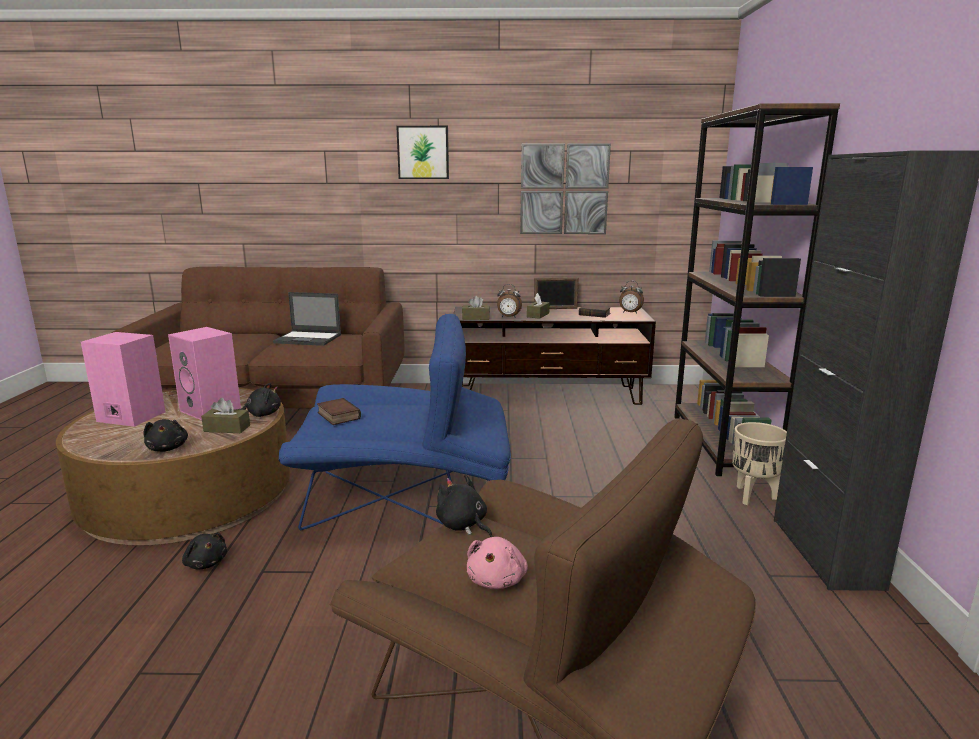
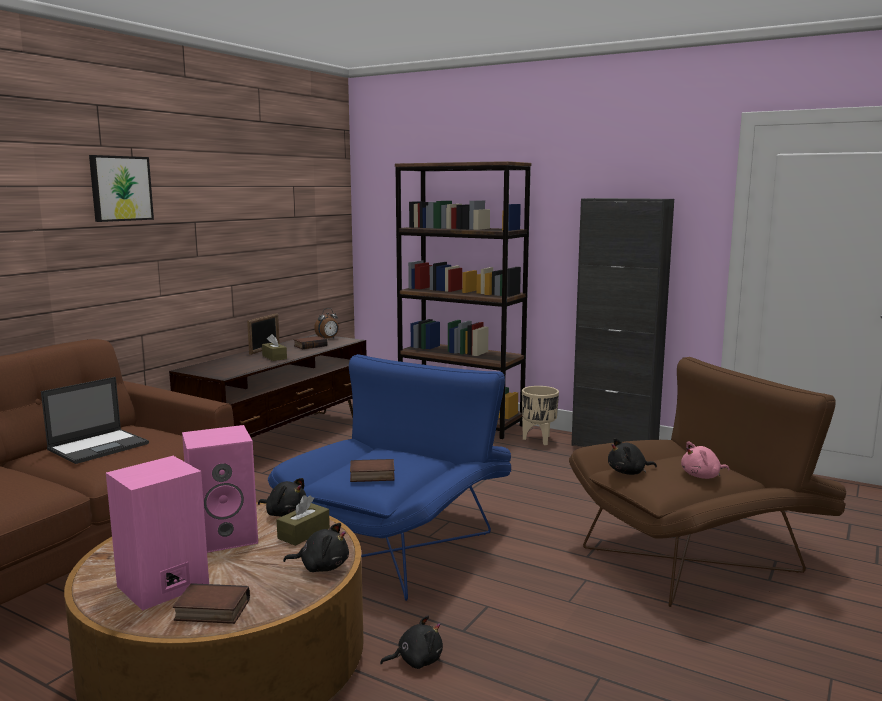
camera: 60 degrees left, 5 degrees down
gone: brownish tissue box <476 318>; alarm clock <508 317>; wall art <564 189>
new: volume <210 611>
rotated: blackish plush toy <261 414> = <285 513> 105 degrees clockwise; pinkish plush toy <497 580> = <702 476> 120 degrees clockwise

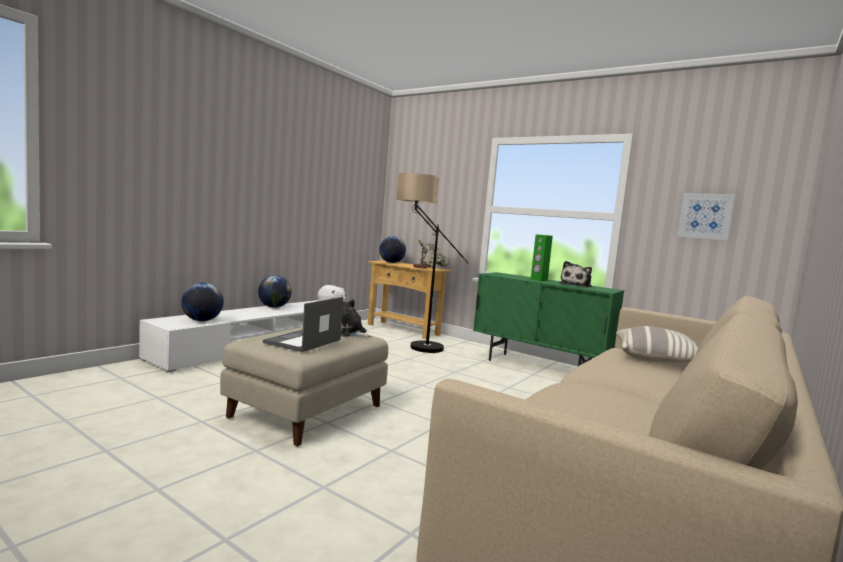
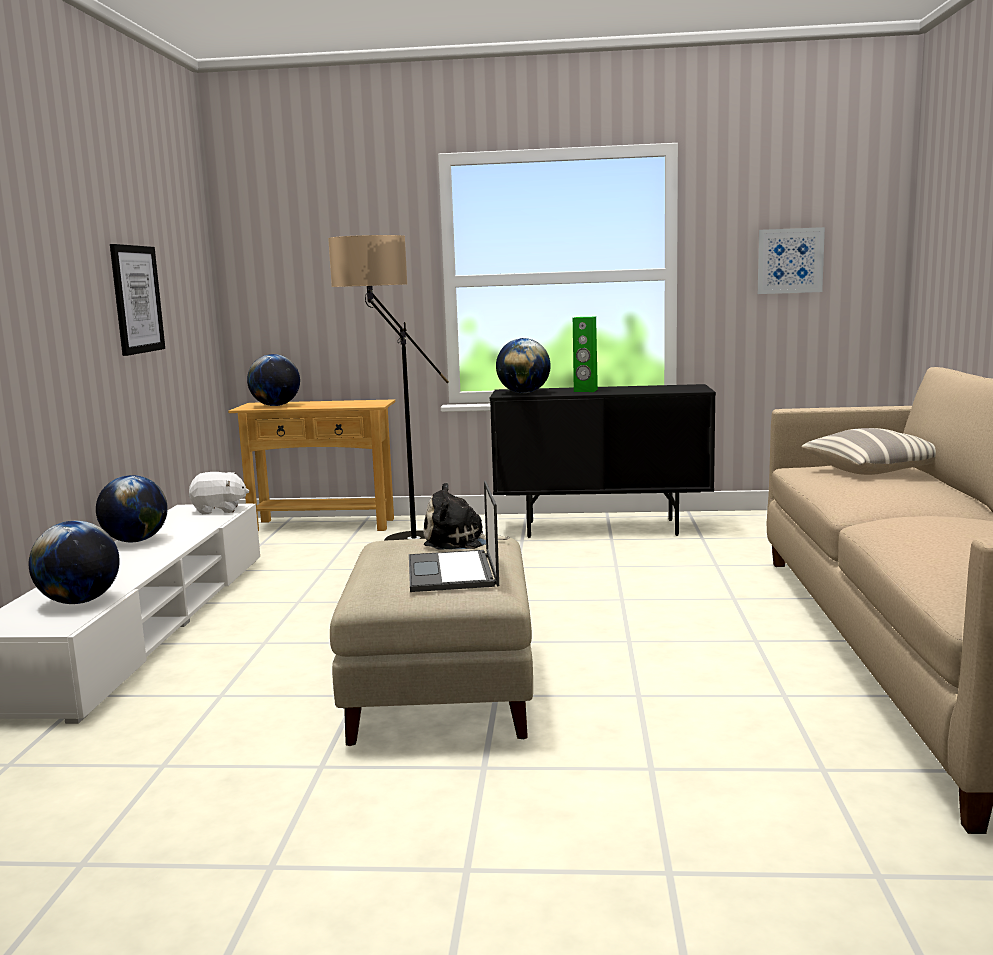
camera: 30 degrees left, 5 degrees up
gone: potted plant <430 268>; plush toy <576 285>
new: wall art <137 299>; globe <524 393>
repainted: greenish storage cabinet <538 368> to blackish storage cabinet <602 528>

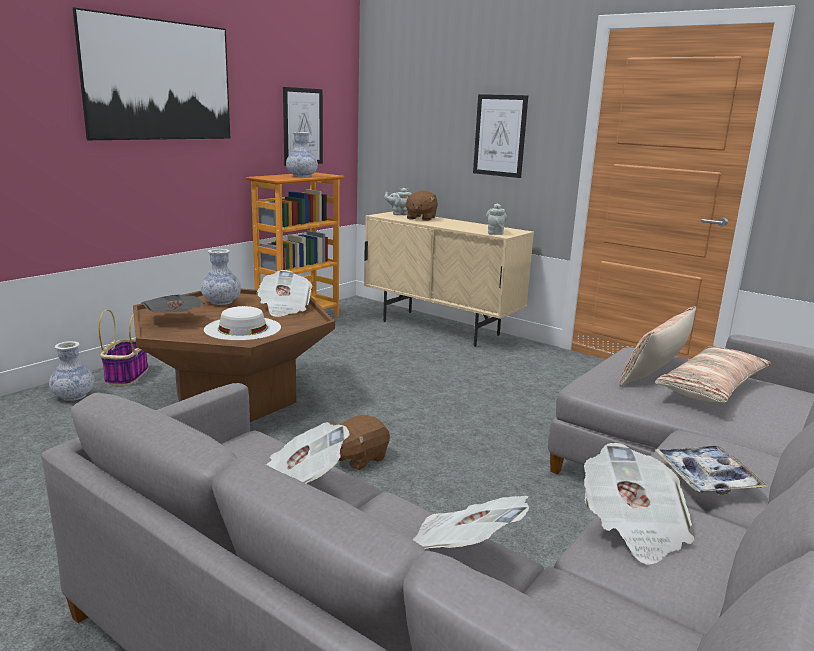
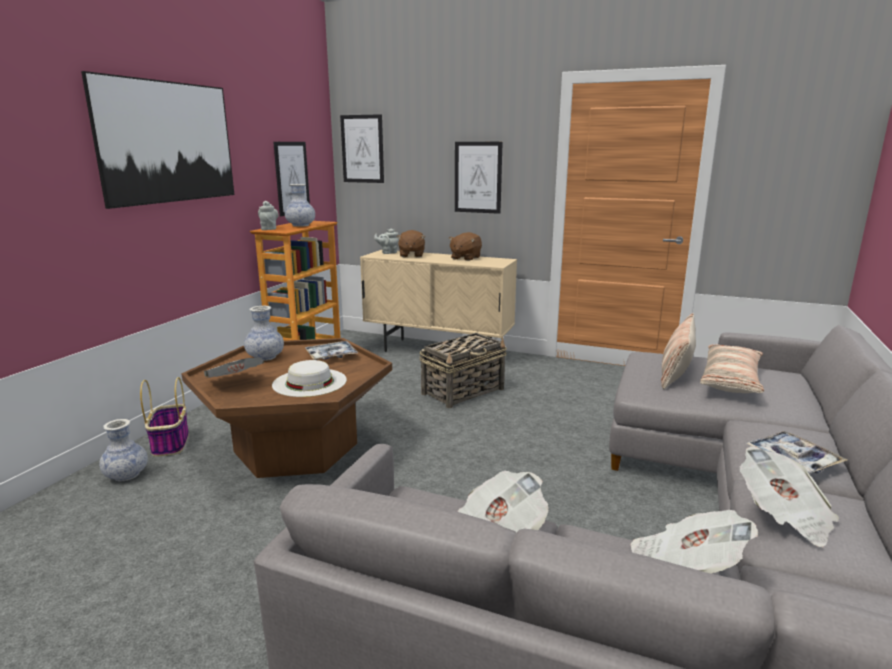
camera: 15 degrees left, 0 degrees up
new: wall art <362 149>; basket <463 391>
shifted: brownish plush toy <358 458> to <465 258>; greyish tea pot <495 233> to <269 229>
swapped: daily paper <284 308> to serving tray <331 356>

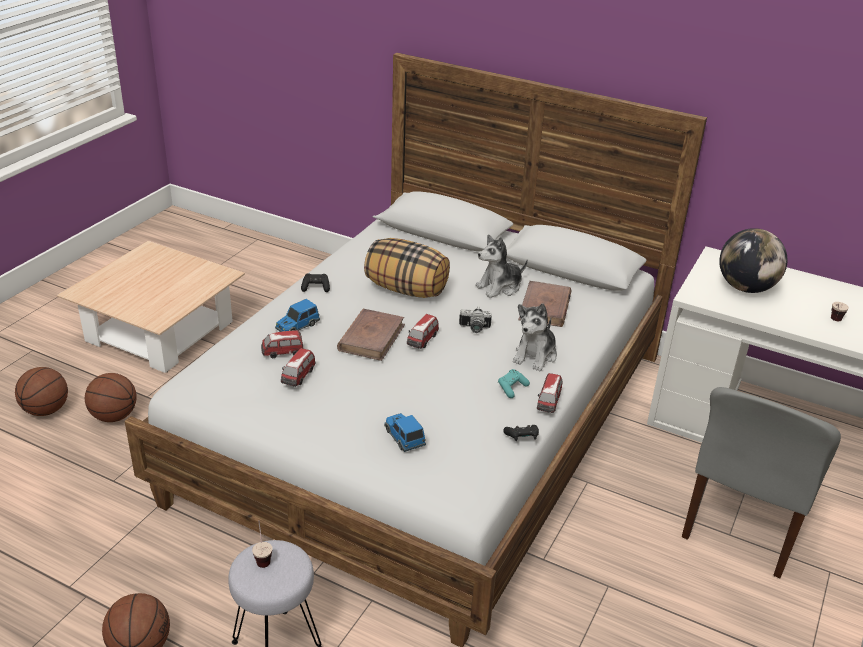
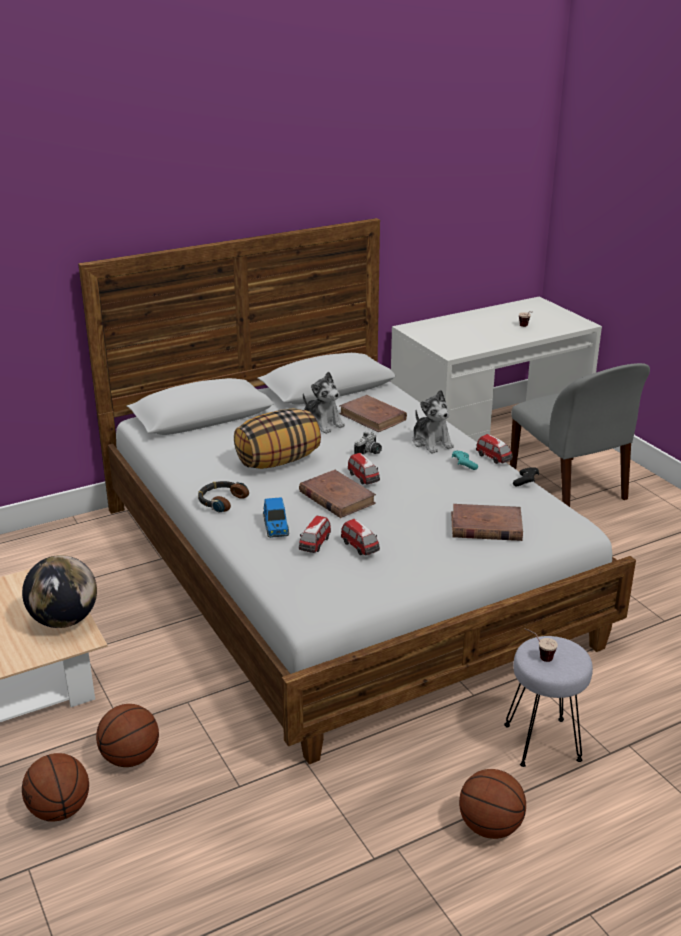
camera: 55 degrees left, 5 degrees down
shifted: globe <746 288> to <64 620>
swapped: blackish game controller <316 288> to pair of headphones <221 500>; toy car <404 437> to brownish volume <485 527>
rotated: plush toy <500 287> = <322 423> 45 degrees counterclockwise

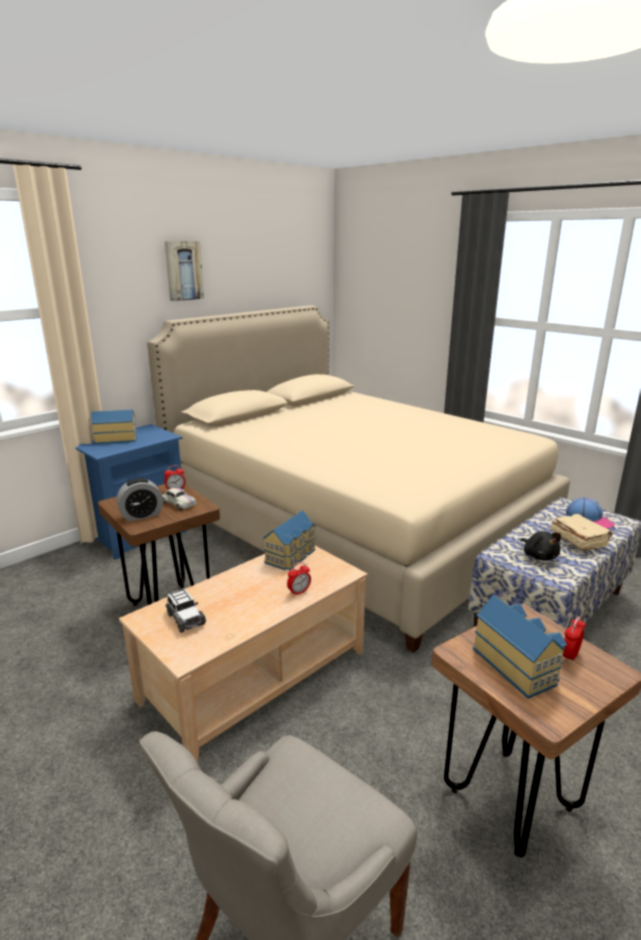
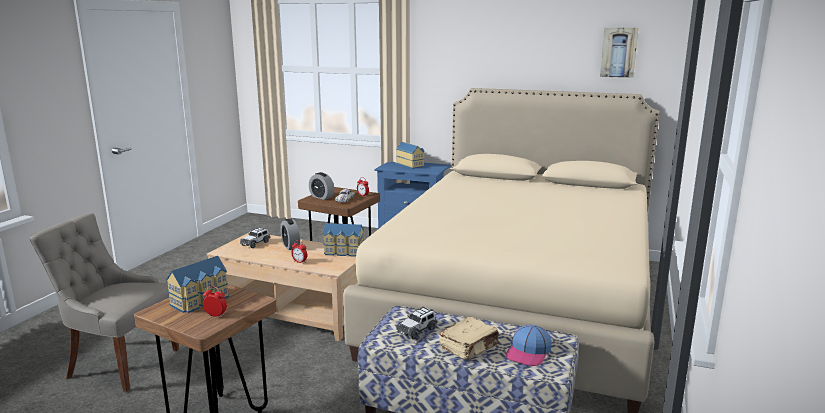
camera: 65 degrees right, 5 degrees down
new: alarm clock <290 246>
shifted: wall art <183 271> to <619 52>
swapped: blackish plush toy <539 556> to toy car <417 330>

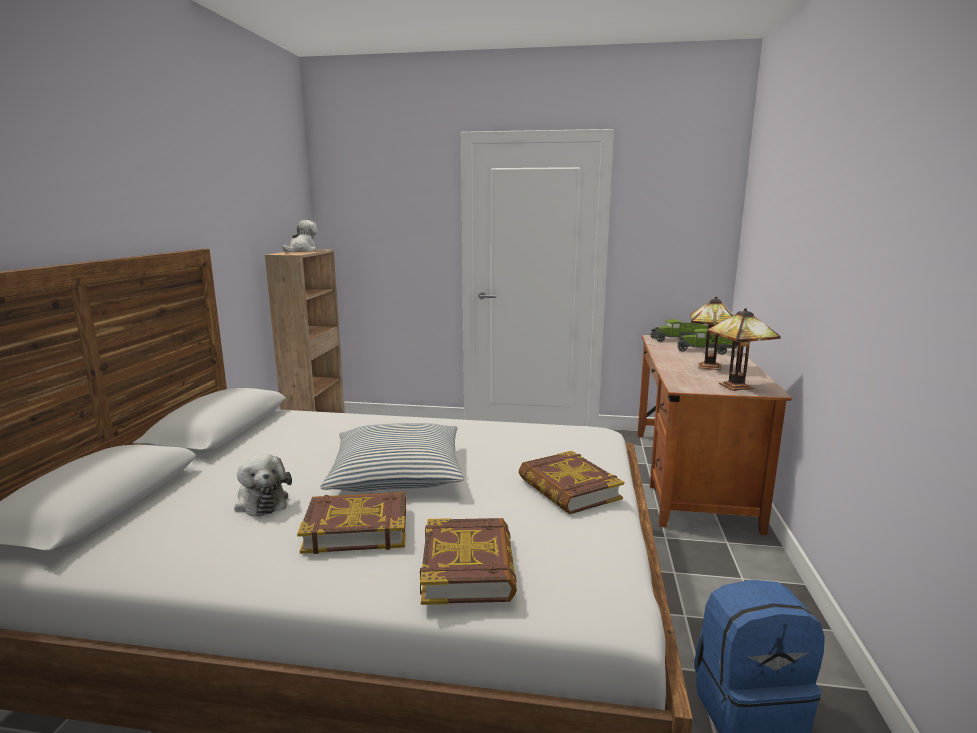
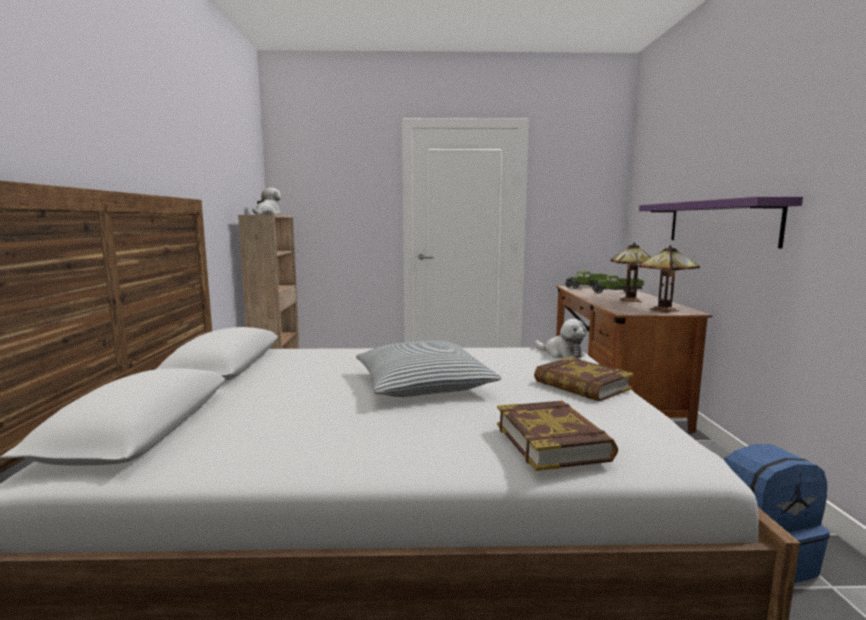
camera: 10 degrees left, 5 degrees down
gone: volume <356 529>
new: purple-coloured wall shelf <719 222>
shifted: plush toy <261 501> to <561 354>

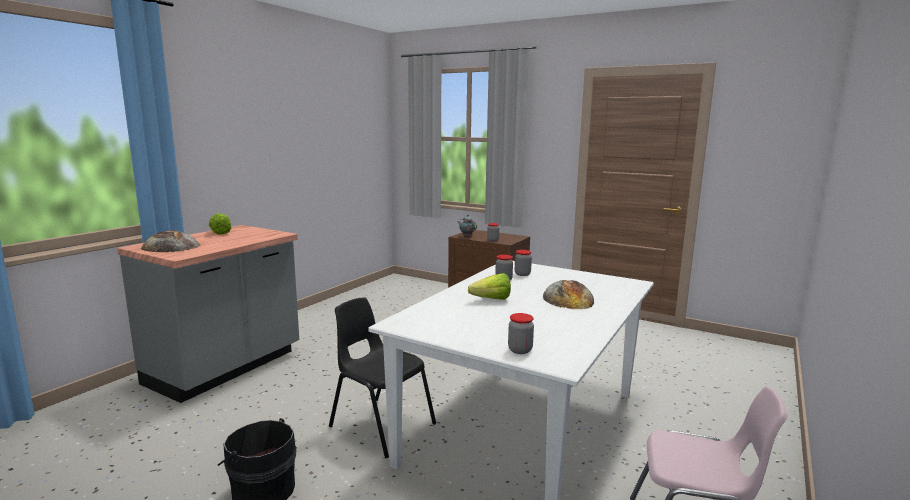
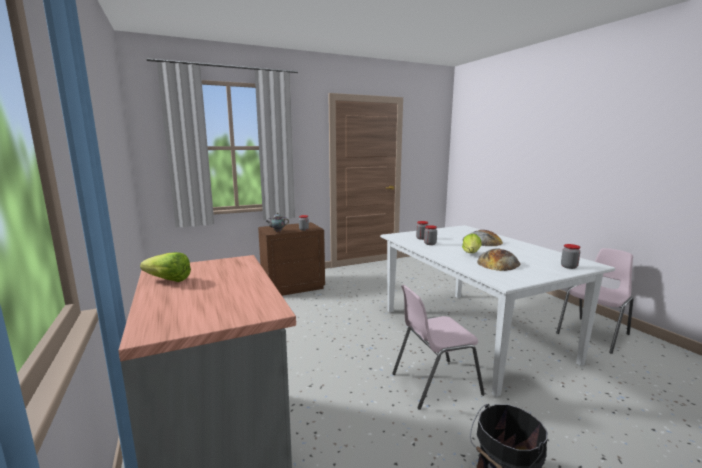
camera: 55 degrees left, 0 degrees up
shifted: bakery bread <171 247> to <498 263>
repainted: blackish plain chair <381 425> to pinkish plain chair <434 383>

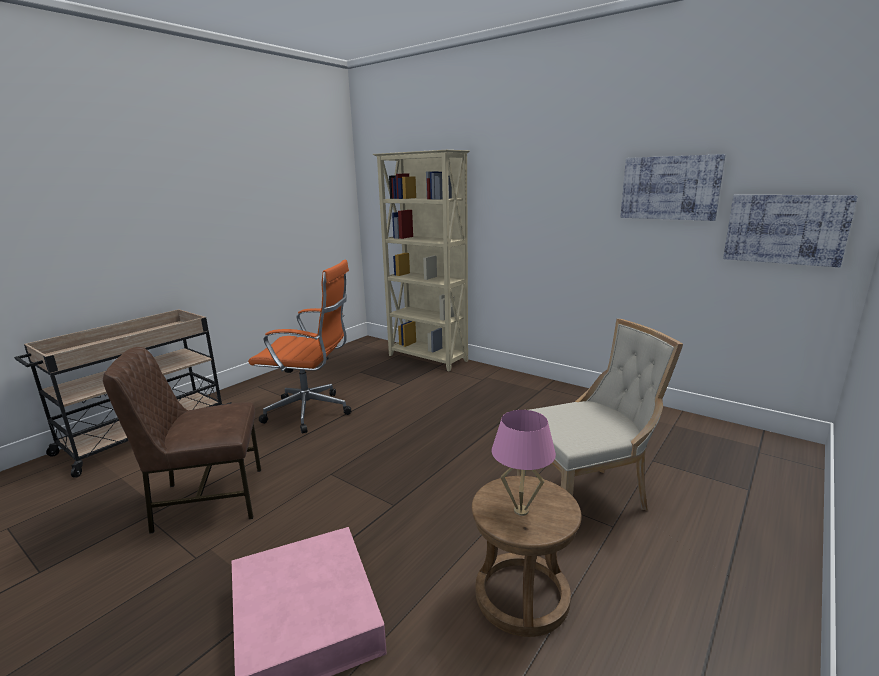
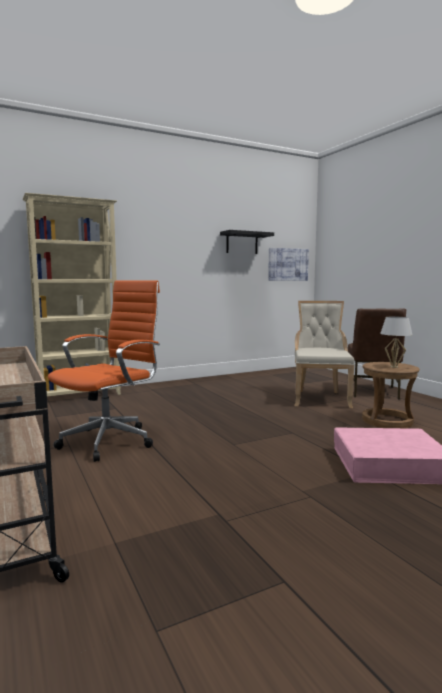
camera: 65 degrees left, 10 degrees down
shifted: brownish plain chair <207 500> to <373 392>
swapped: wall art <669 188> to blackish wall shelf <242 243>
repainted: pinkish tabletop lamp <521 511> to white tabletop lamp <394 367>

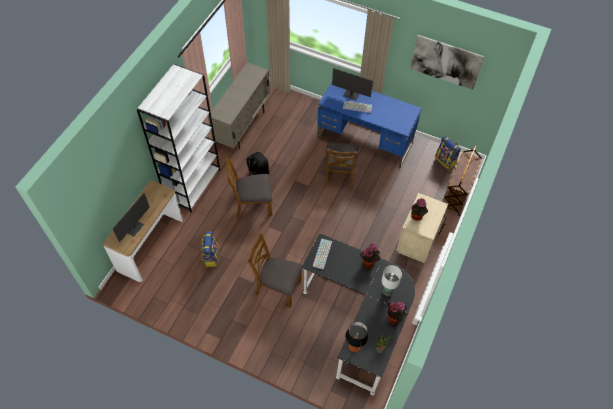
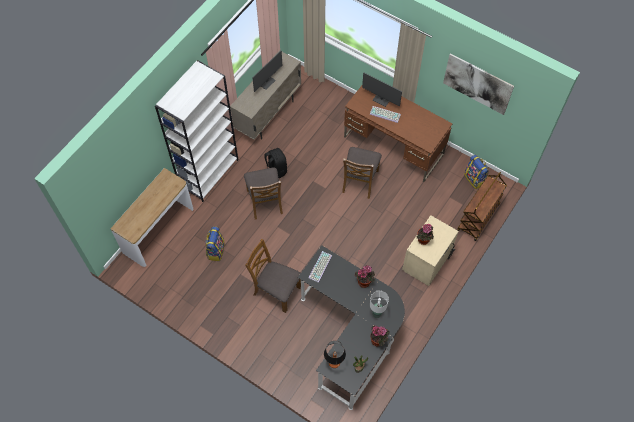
camera: 10 degrees right, 5 degrees up
shifted: computer display <134 227> to <266 82>
repainted: blue-coloured desk table <365 140> to brownish desk table <394 145>
rotated: brownish plain chair <252 204> = <265 201> 105 degrees counterclockwise

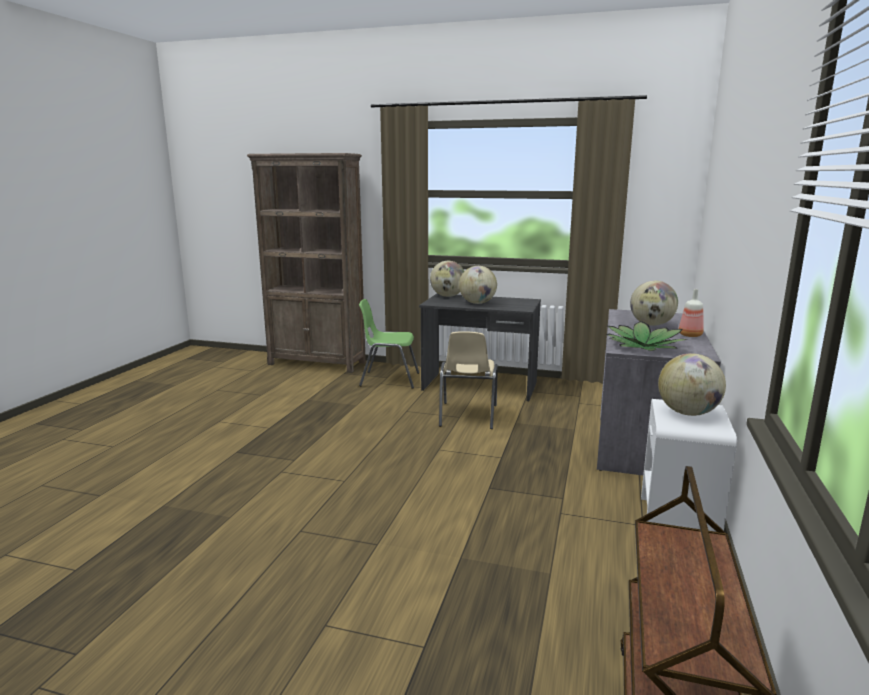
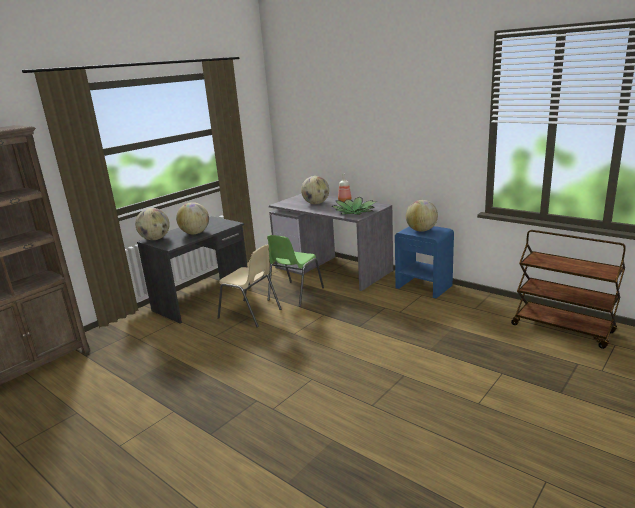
camera: 65 degrees left, 5 degrees up
shifted: greenish plain chair <388 379> to <294 294>
repainted: white night table <677 523> to blue-coloured night table <424 286>

